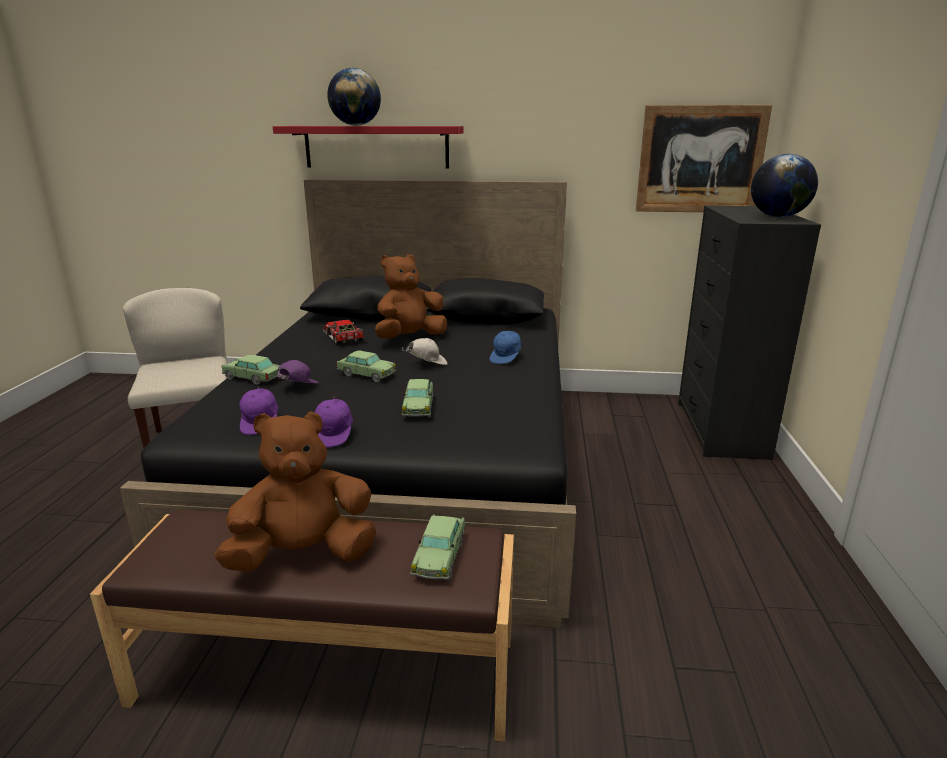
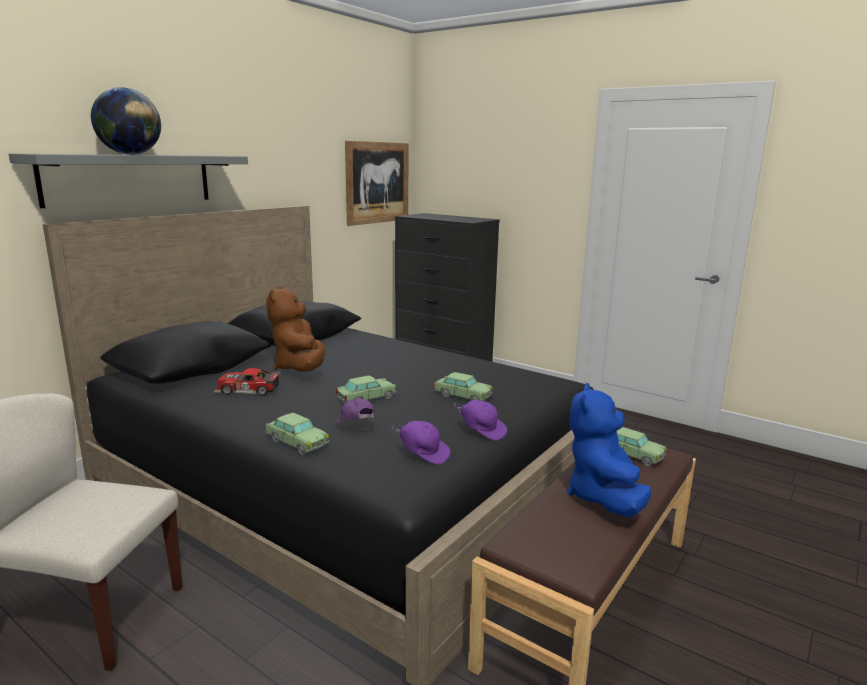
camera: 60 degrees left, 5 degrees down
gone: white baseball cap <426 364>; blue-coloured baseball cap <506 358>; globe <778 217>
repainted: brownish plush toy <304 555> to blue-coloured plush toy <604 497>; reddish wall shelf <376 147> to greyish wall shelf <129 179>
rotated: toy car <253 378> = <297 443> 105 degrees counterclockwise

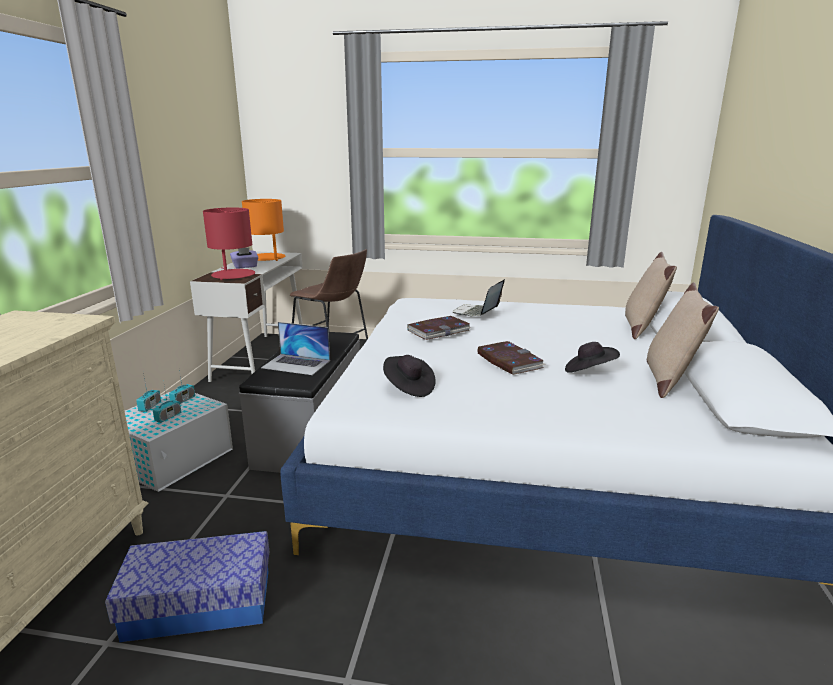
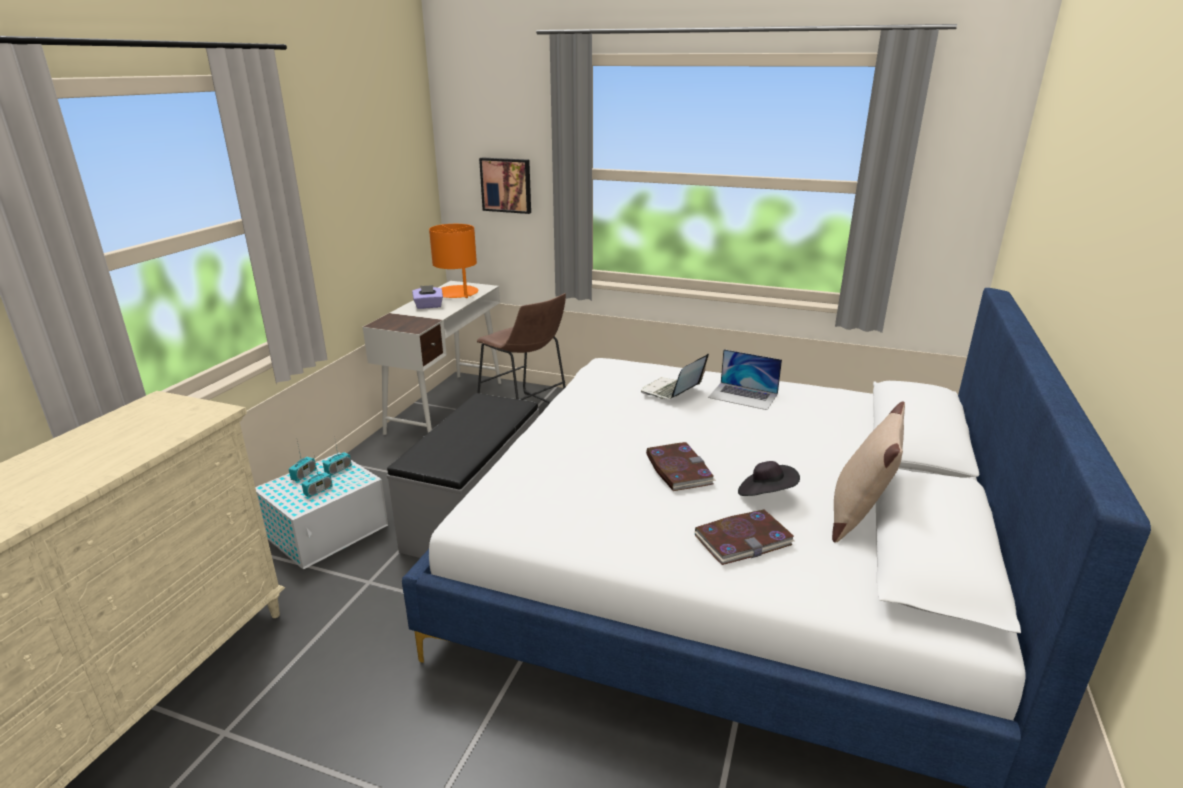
camera: 10 degrees right, 5 degrees up
gone: storage bin <199 604>; reddish tabletop lamp <233 275>; blackish clothing hat <408 387>; sand-coloured cushion <642 328>
new: wall art <506 185>
shifted: laptop <296 364> to <743 396>; volume <438 330> to <743 540>

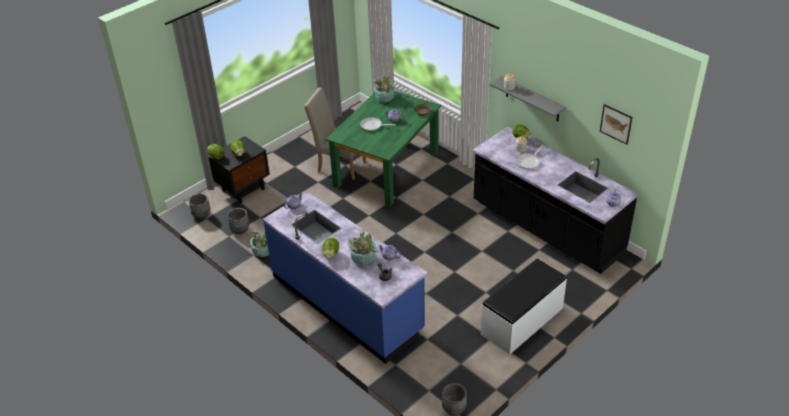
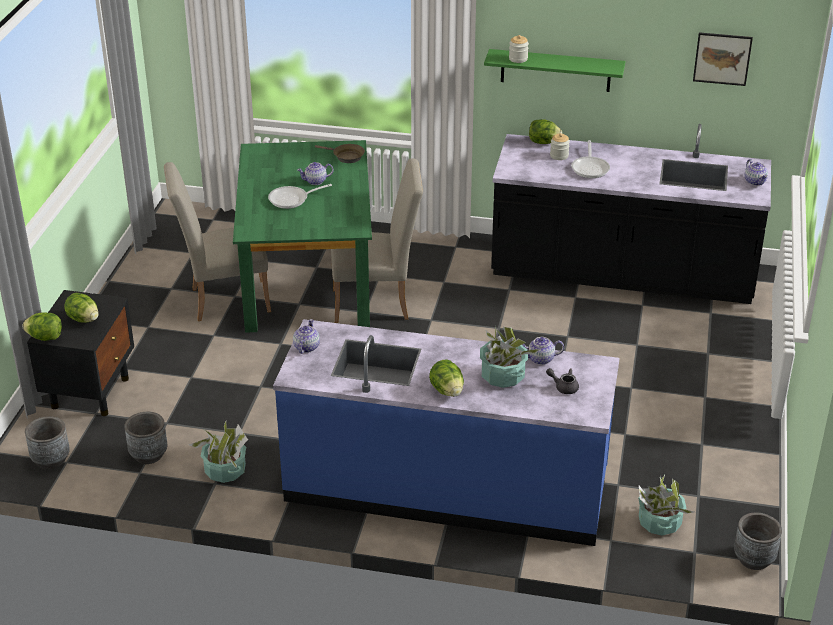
camera: 35 degrees left, 5 degrees down
gone: white indoor bench <522 321>
new: sand-coloured plain chair <377 304>
shifted: potted plant <384 97> to <659 522>
repainted: greyish wall shelf <532 99> to greenish wall shelf <555 70>

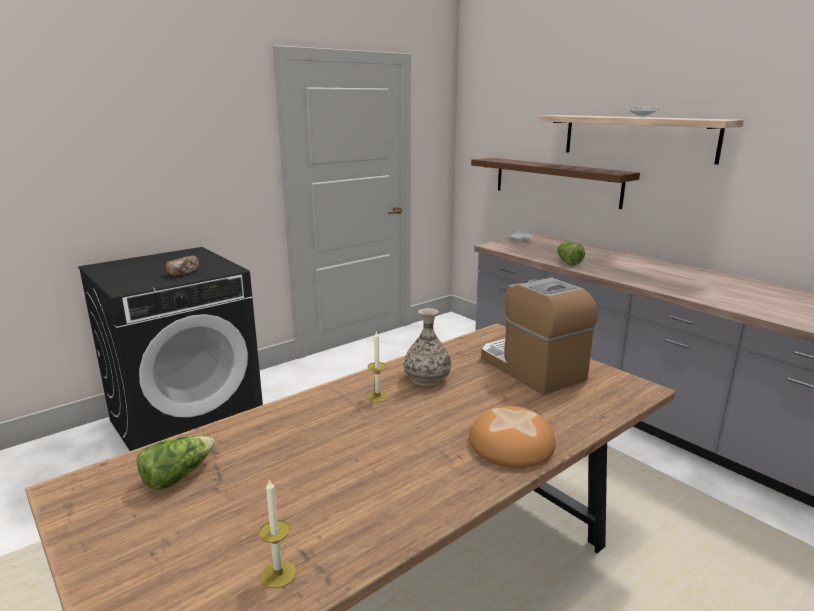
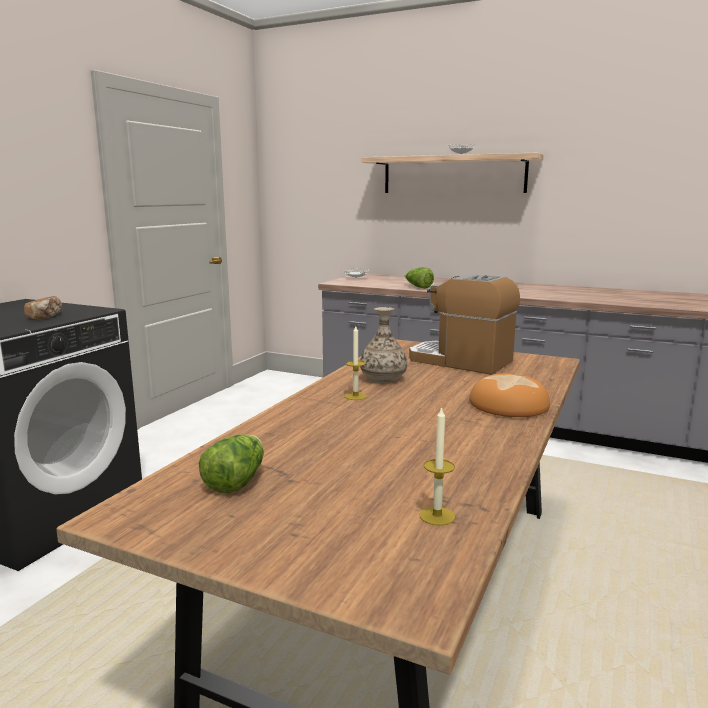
camera: 25 degrees left, 5 degrees down
gone: brownish wall shelf <556 181>

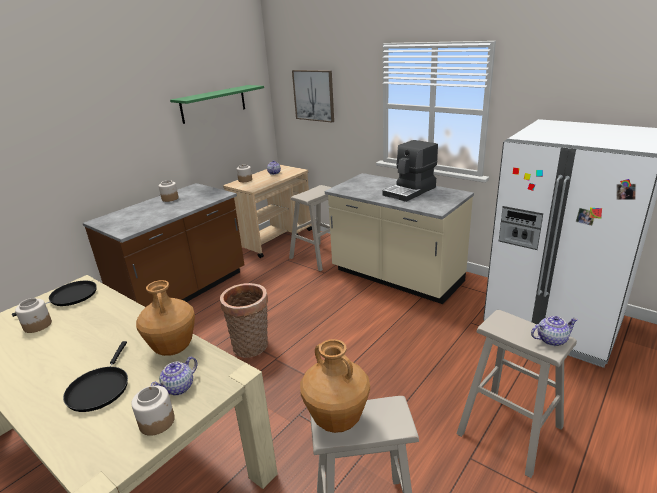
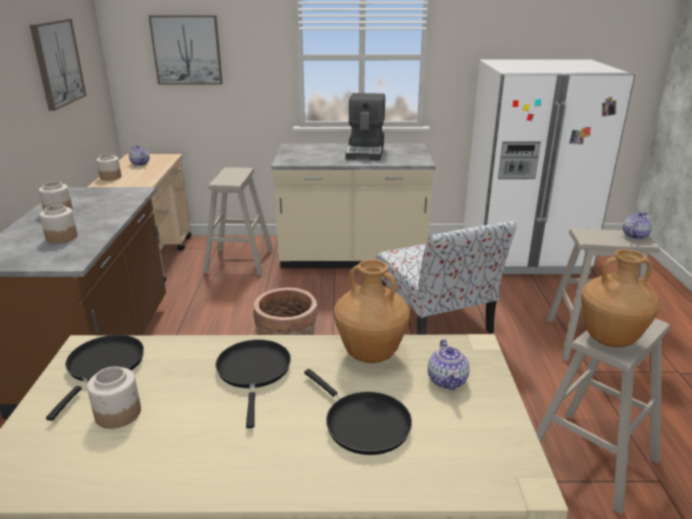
camera: 40 degrees left, 0 degrees up
new: blackish frying pan <254 372>; plain chair <435 318>
shifted: jar <157 421> to <61 237>
swapped: greenish wall shelf <213 104> to wall art <57 63>

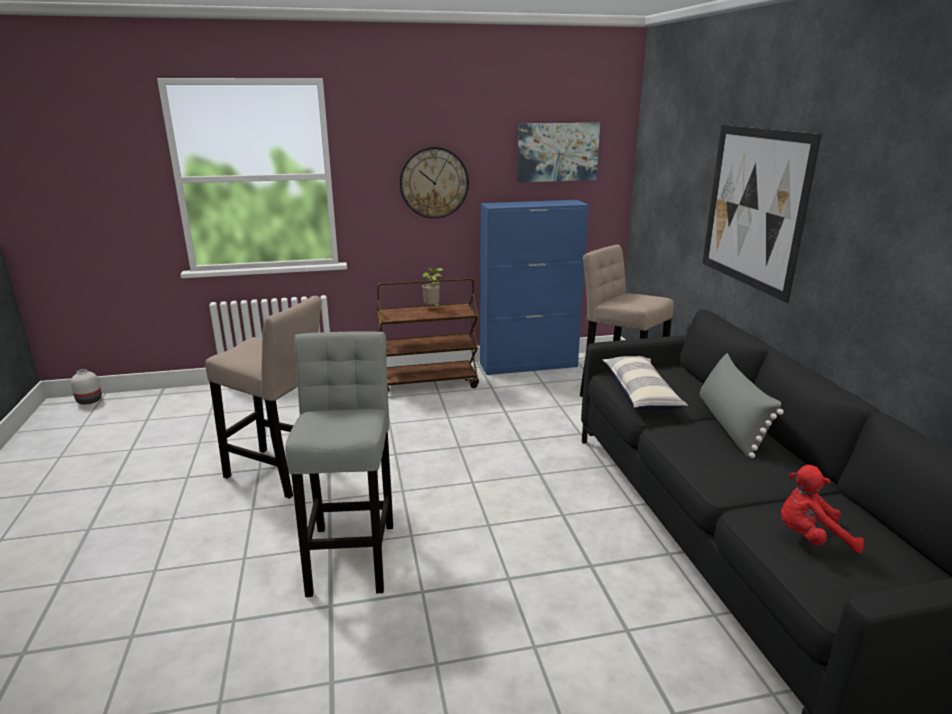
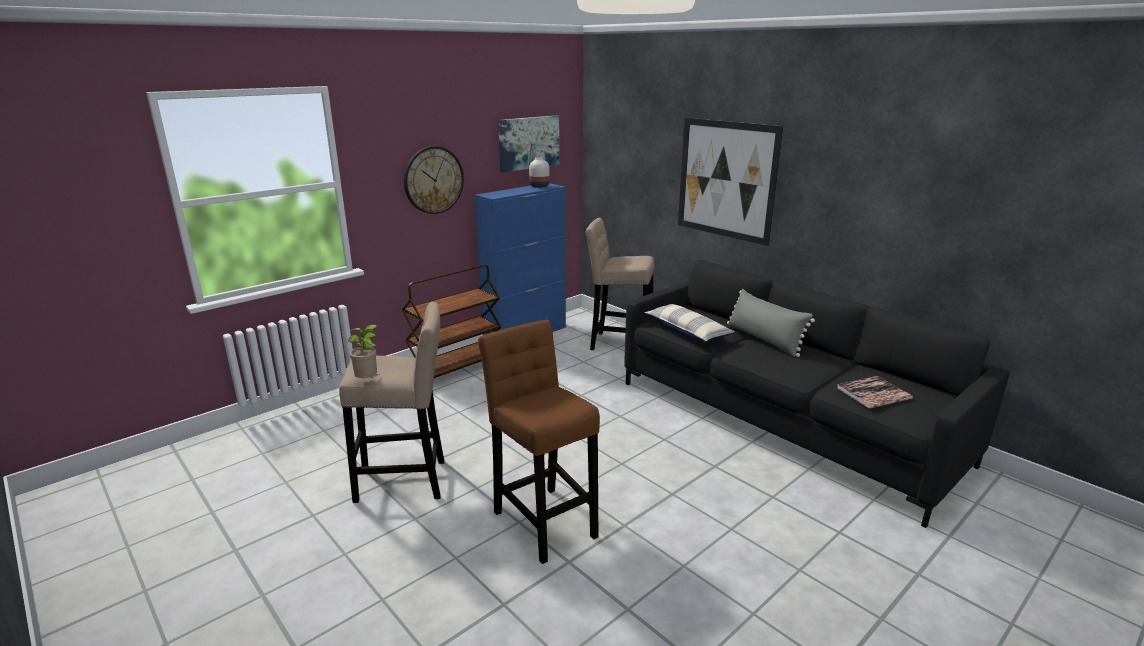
camera: 30 degrees left, 0 degrees up
shifted: white flower vase <89 401> to <539 186>; potted plant <433 308> to <368 381>
swapped: reddish plush toy <810 537> to volume <873 393>
repainted: greyish stool <352 553> to brownish stool <543 520>

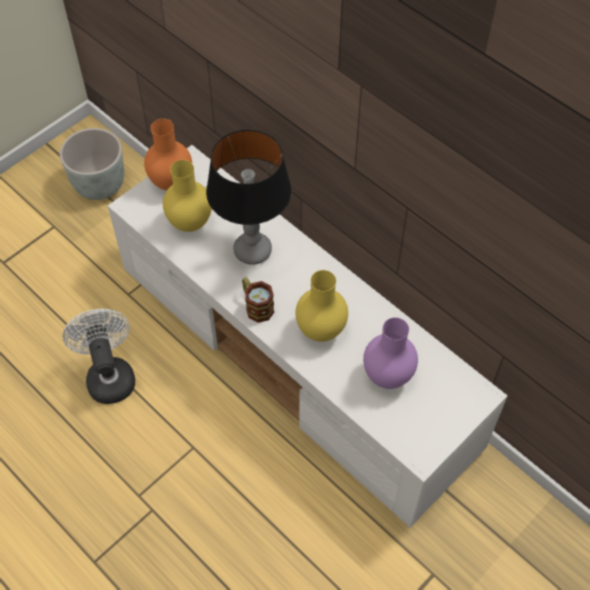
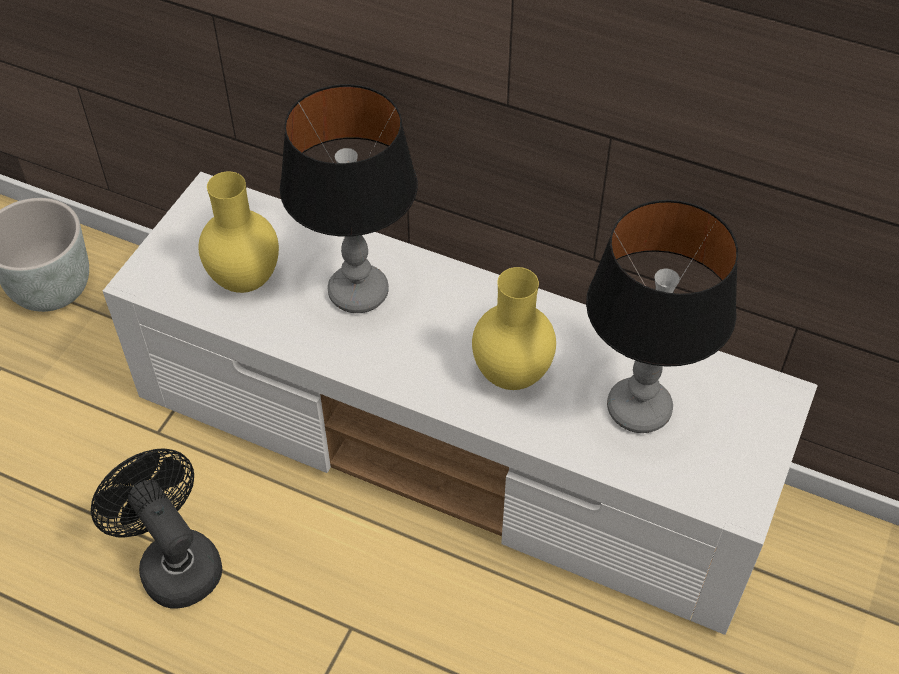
camera: 20 degrees left, 5 degrees down
gone: orangey flower vase <171 182>; mug <256 306>
swapped: purple-coloured flower vase <388 375> to tabletop lamp <638 408>
repainted: white electric fan <109 375> to blackish electric fan <174 562>

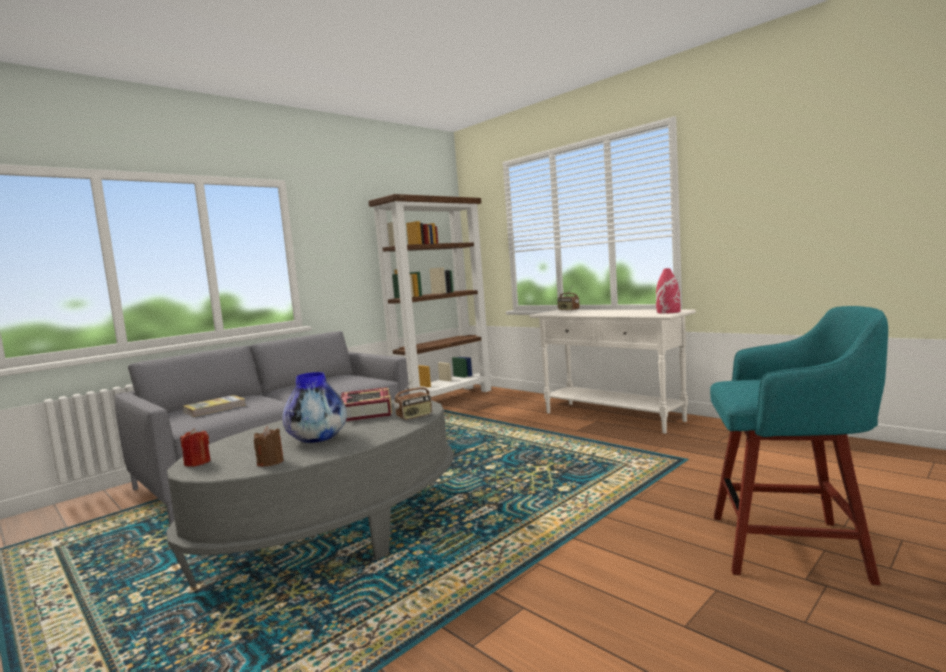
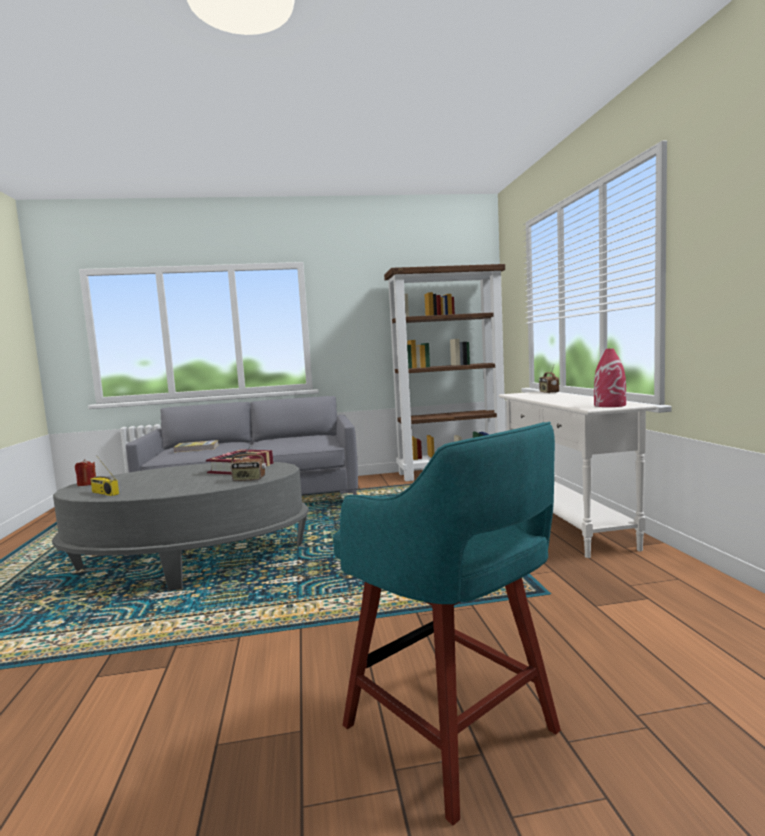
camera: 35 degrees right, 0 degrees up
gone: flower vase <318 439>
swapped: brownish candle <270 462> to radio set <104 493>

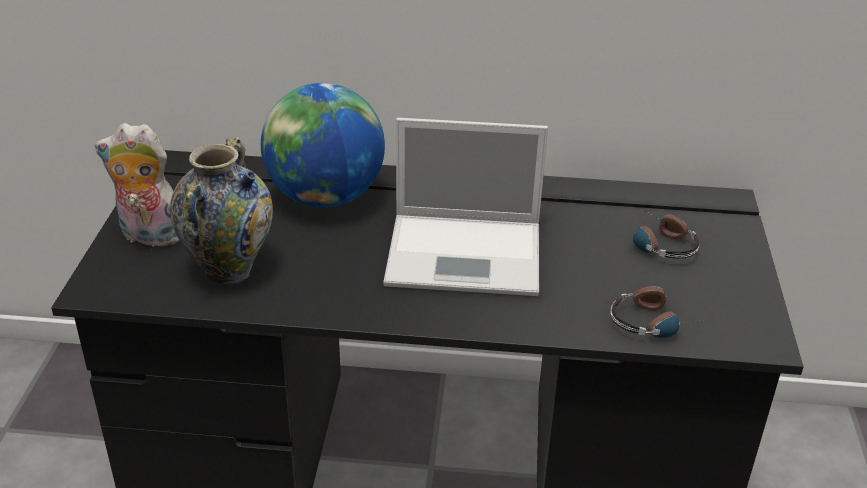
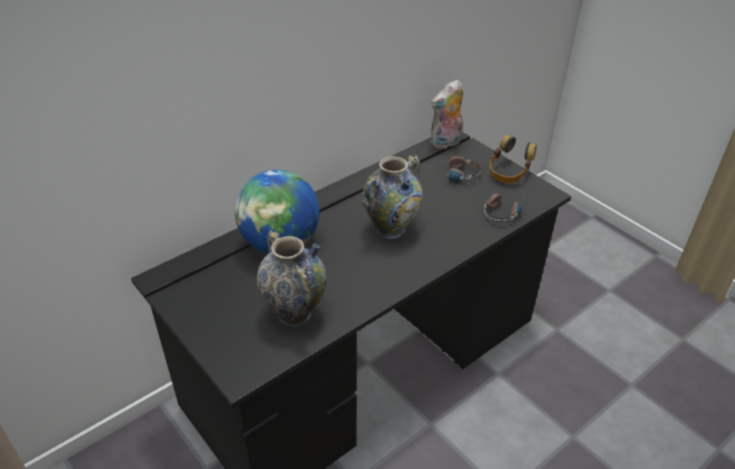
camera: 45 degrees left, 5 degrees up
new: pair of headphones <509 172>
shifted: plush toy <149 236> to <446 143>
swapped: laptop <467 254> to flower vase <391 229>

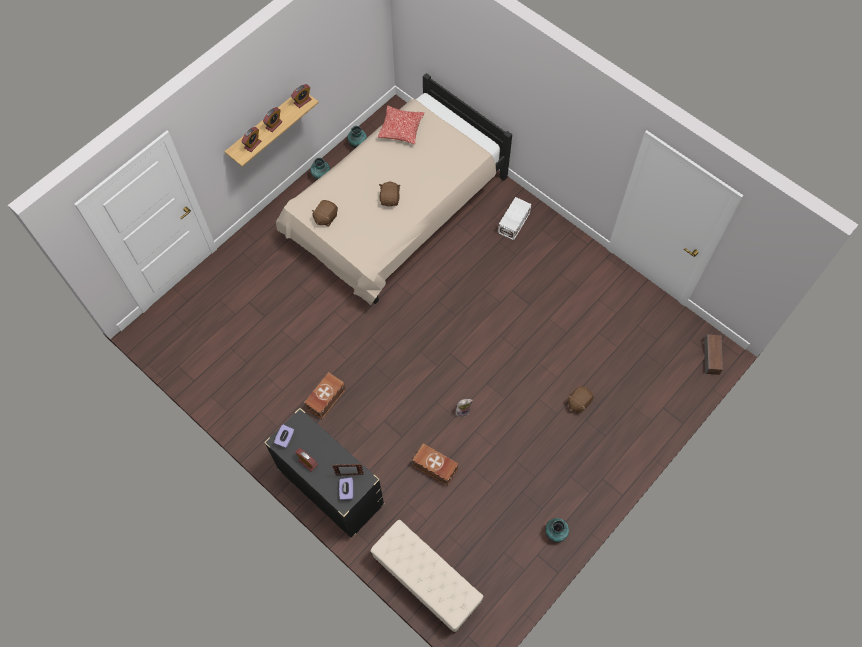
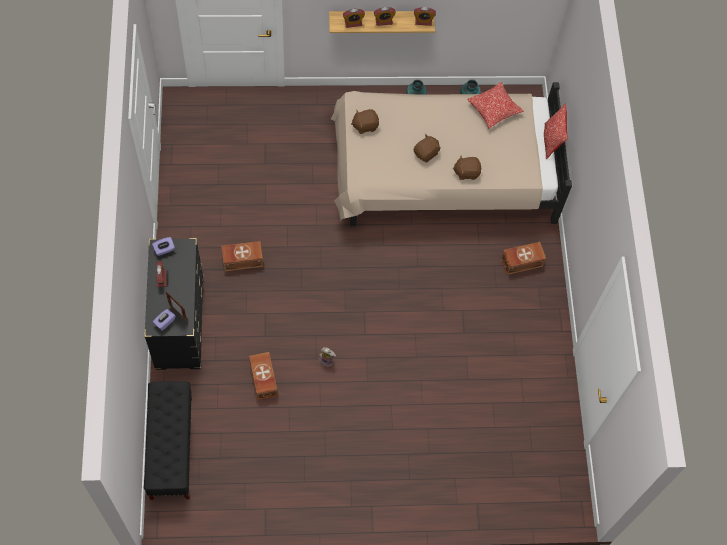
camera: 40 degrees right, 0 degrees up
gone: flower vase <555 533>; speaker <711 357>
new: cushion <551 141>
shifted: brownish plush toy <578 402> to <466 172>
repainted: sand-coloured indoor bench <426 582> to blackish indoor bench <171 448>; white storage bin <513 223> to brownish storage bin <521 262>

